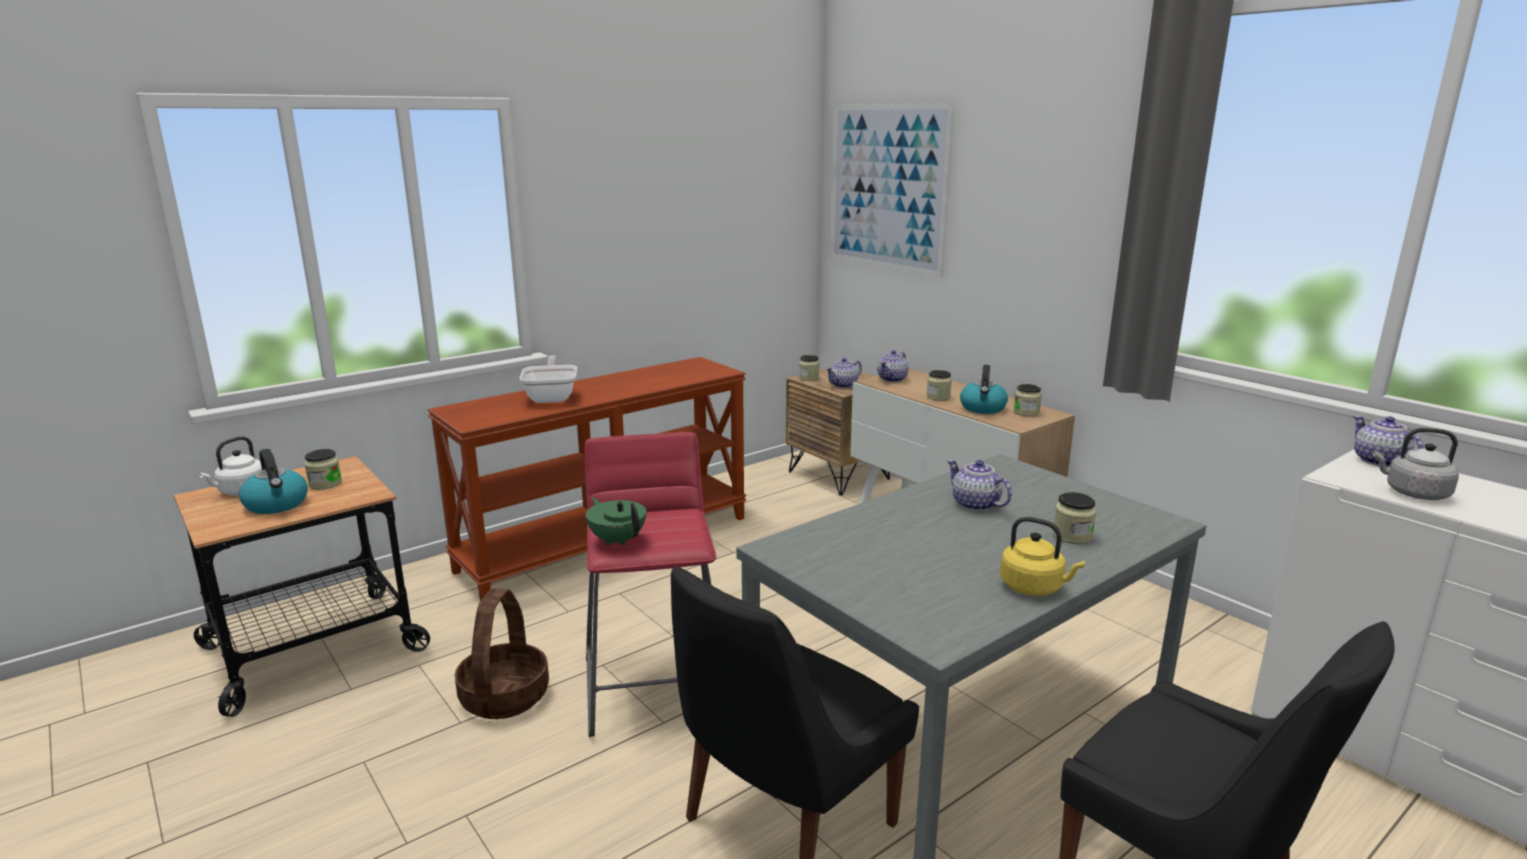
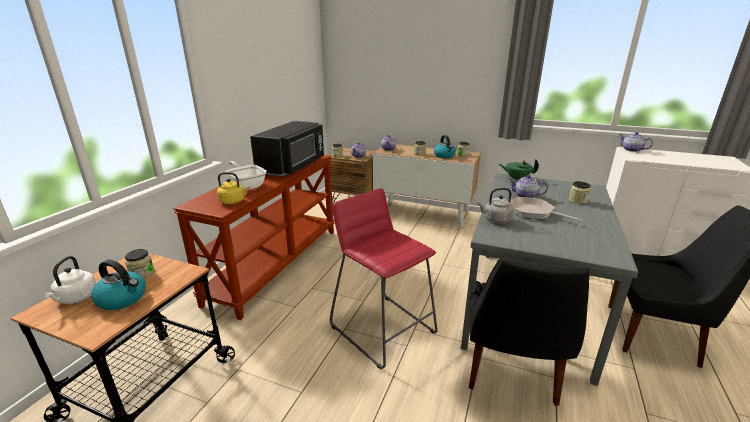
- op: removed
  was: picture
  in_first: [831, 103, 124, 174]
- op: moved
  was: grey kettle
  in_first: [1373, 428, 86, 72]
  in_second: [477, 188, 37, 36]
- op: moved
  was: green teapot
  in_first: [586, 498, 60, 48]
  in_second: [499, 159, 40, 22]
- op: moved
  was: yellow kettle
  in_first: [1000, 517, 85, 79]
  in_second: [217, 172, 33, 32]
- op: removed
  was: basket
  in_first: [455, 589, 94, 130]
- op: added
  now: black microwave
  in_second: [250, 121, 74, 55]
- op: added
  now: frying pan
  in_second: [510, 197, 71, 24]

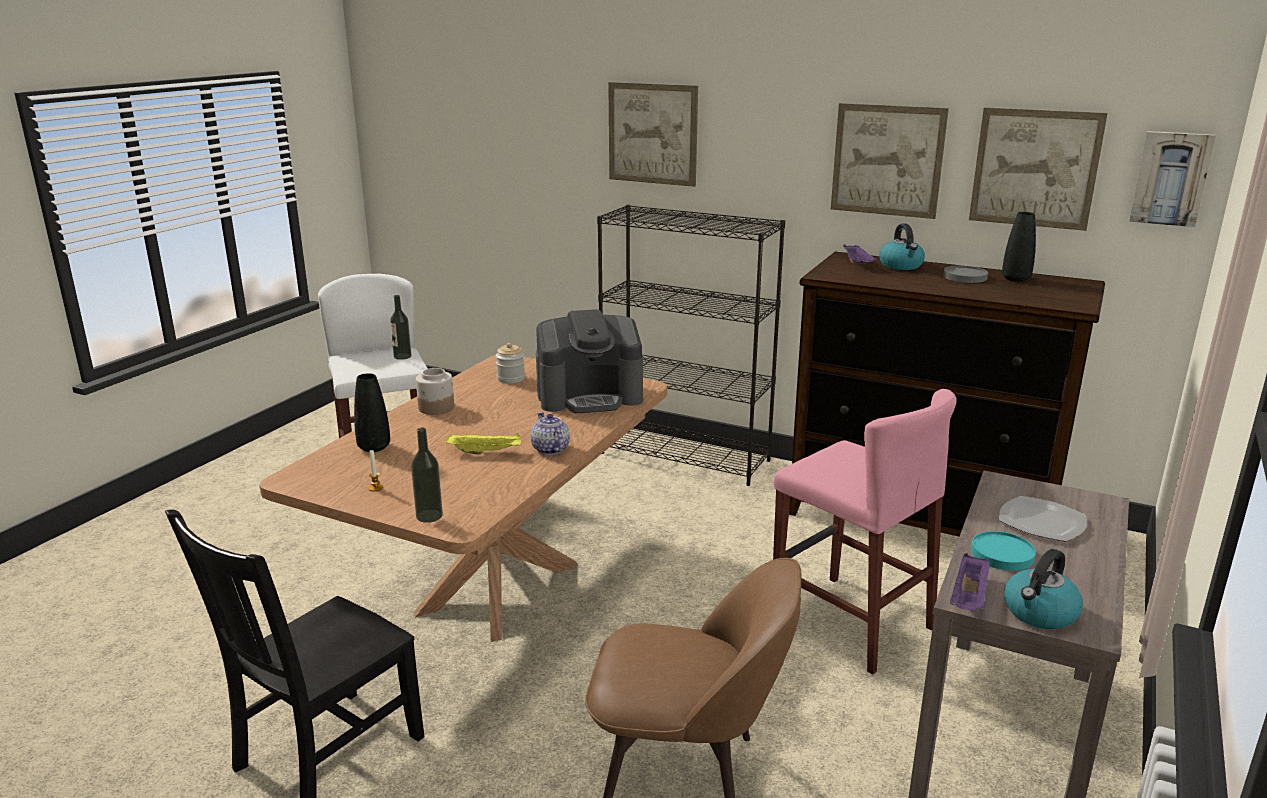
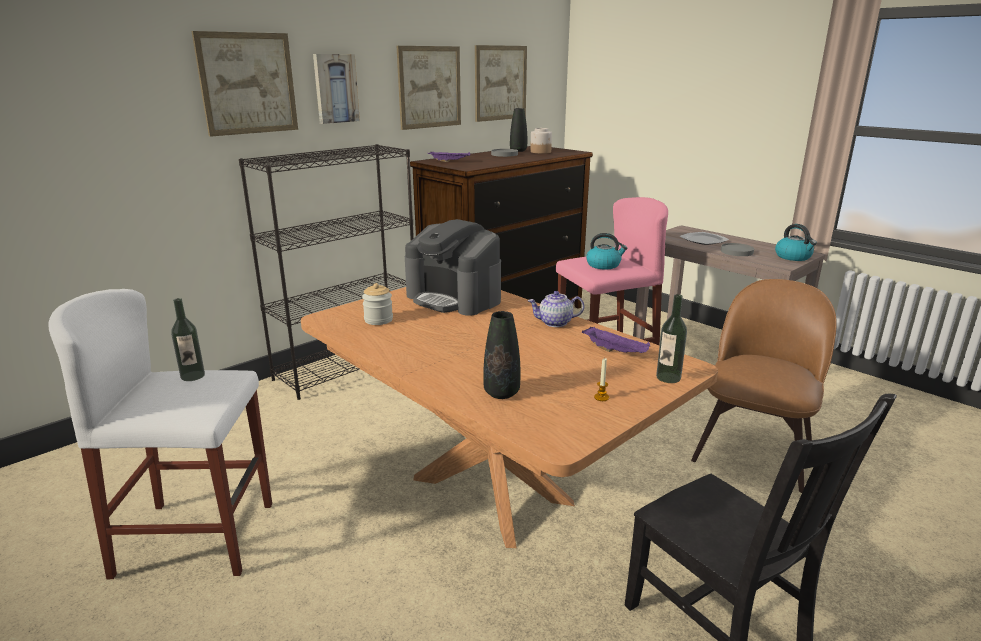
- op: moved
  was: picture
  in_first: [1129, 131, 87, 96]
  in_second: [313, 54, 47, 70]
- op: moved
  was: kettle
  in_first: [879, 223, 46, 47]
  in_second: [586, 233, 42, 36]
- op: turned
  was: coffee machine
  in_first: [536, 309, 107, 104]
  in_second: [405, 219, 96, 97]
  clockwise: 120
- op: moved
  was: jar
  in_first: [416, 368, 38, 47]
  in_second: [530, 128, 22, 26]
- op: removed
  was: yellow tray
  in_first: [446, 433, 75, 22]
- op: recoloured
  was: turquoise plate
  now: grey plate
  in_first: [971, 531, 65, 40]
  in_second: [721, 243, 33, 13]
- op: moved
  was: purple tray
  in_first: [950, 553, 40, 57]
  in_second: [582, 327, 68, 26]

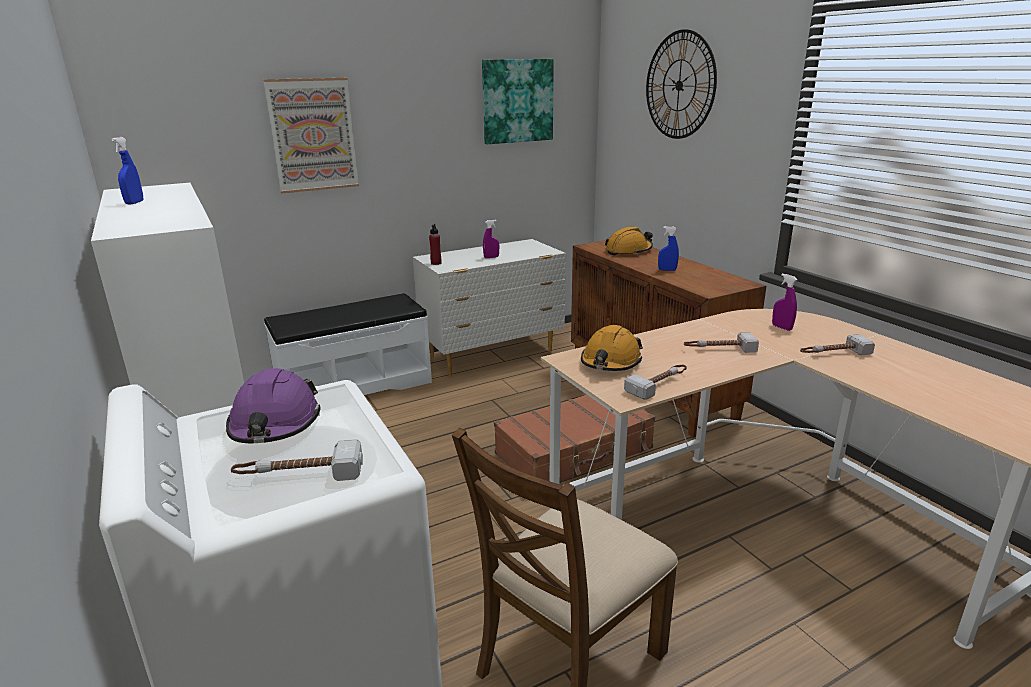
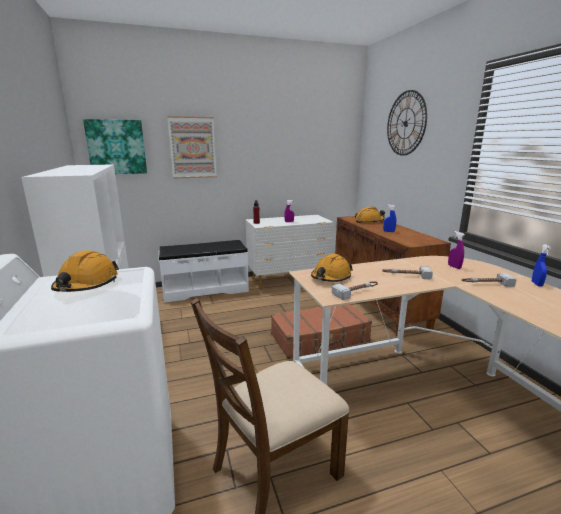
- op: moved
  was: picture
  in_first: [482, 59, 72, 85]
  in_second: [83, 119, 64, 55]
- op: moved
  was: blue spray bottle
  in_first: [111, 137, 32, 67]
  in_second: [532, 244, 19, 43]
- op: recoloured
  was: purple hard hat
  now: orange hard hat
  in_first: [226, 368, 95, 75]
  in_second: [51, 250, 68, 42]
- op: removed
  was: hammer
  in_first: [231, 439, 132, 42]

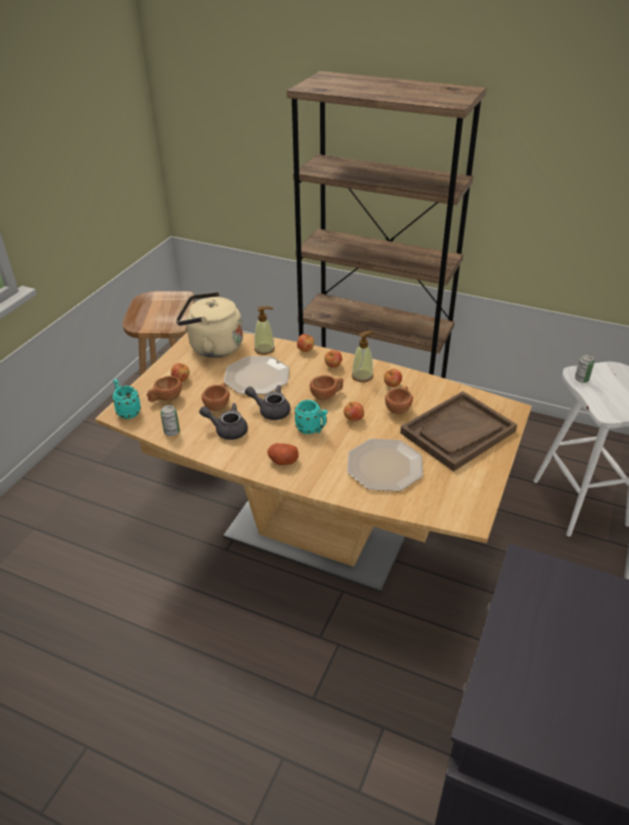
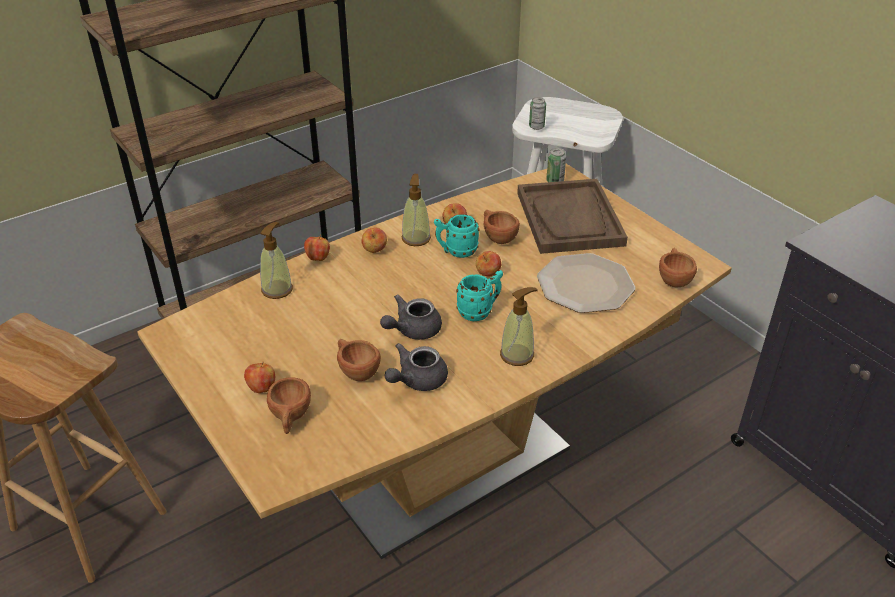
- op: removed
  was: beige kettle
  in_first: [176, 292, 67, 66]
- op: removed
  was: plate
  in_first: [224, 356, 65, 38]
- op: moved
  was: brown cup
  in_first: [310, 375, 33, 25]
  in_second: [659, 248, 38, 39]
- op: moved
  was: turquoise mug
  in_first: [112, 379, 29, 40]
  in_second: [434, 214, 46, 44]
- op: moved
  was: can
  in_first: [160, 405, 20, 31]
  in_second: [546, 148, 20, 34]
- op: replaced
  was: potato
  now: soap dispenser
  in_first: [267, 443, 32, 22]
  in_second: [500, 287, 38, 79]

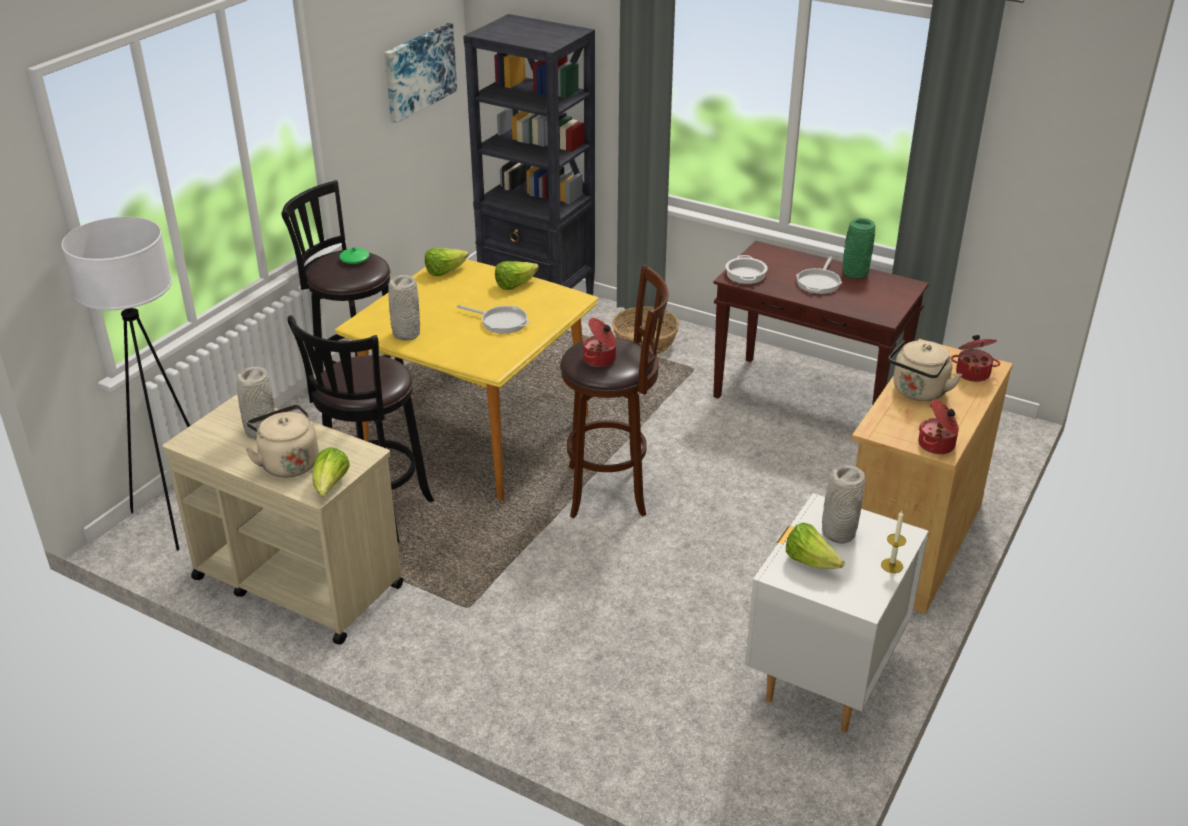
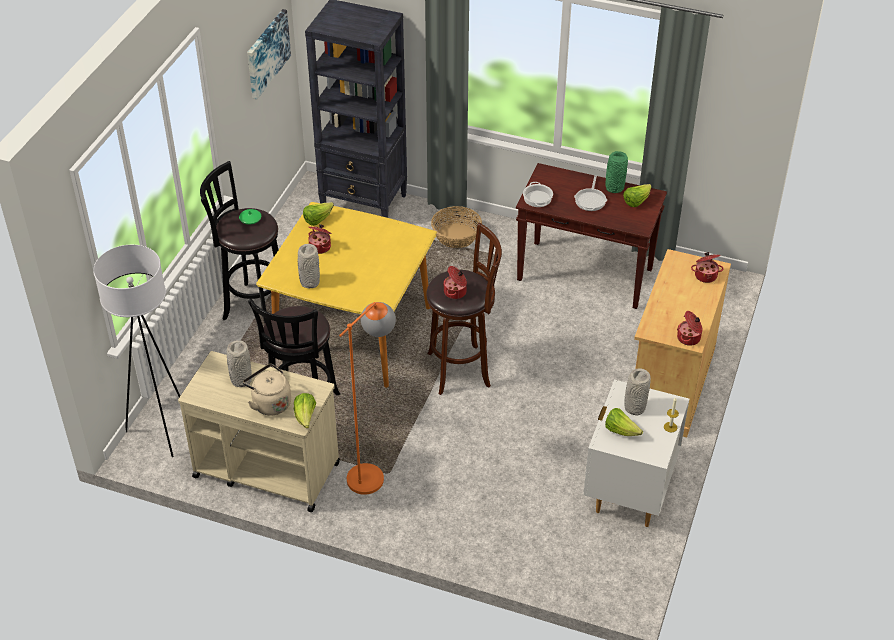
- op: moved
  was: lettuce
  in_first: [495, 261, 44, 29]
  in_second: [623, 184, 28, 23]
- op: removed
  was: frying pan
  in_first: [457, 305, 73, 29]
- op: removed
  was: beige kettle
  in_first: [889, 340, 73, 61]
- op: added
  now: cooking pot
  in_second: [308, 224, 24, 30]
- op: added
  now: orange floor lamp
  in_second: [339, 302, 57, 193]

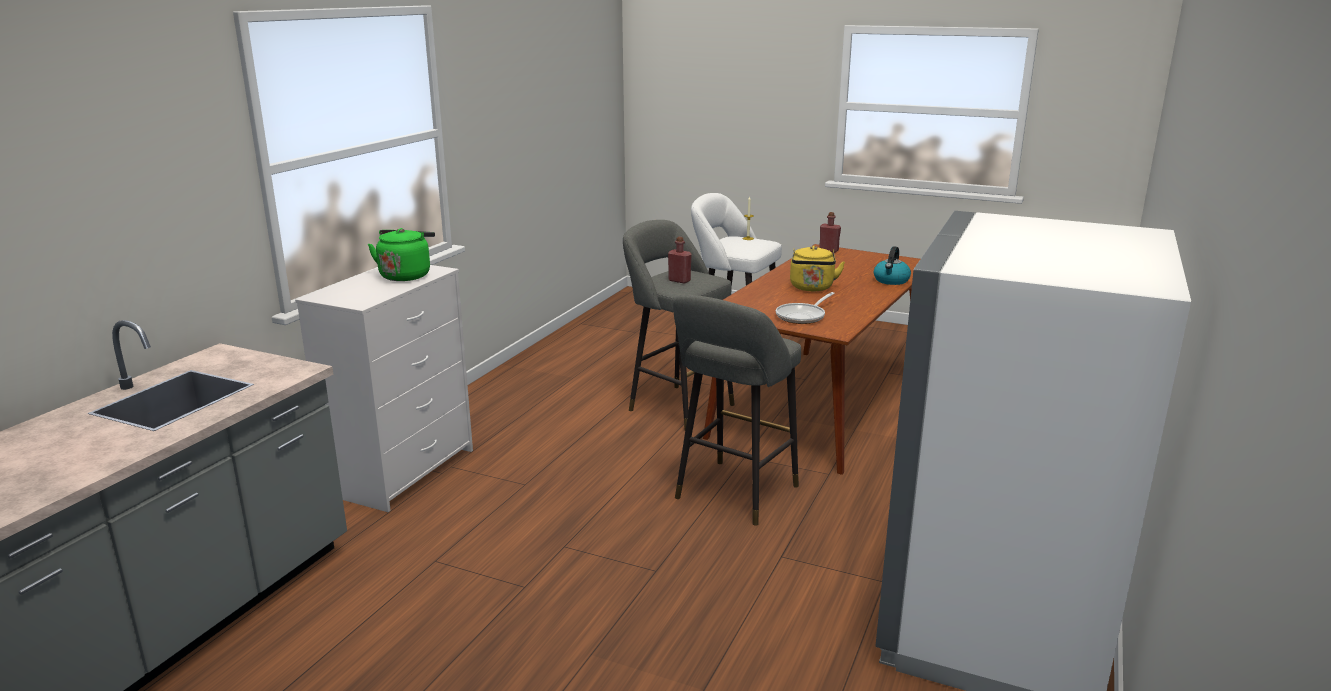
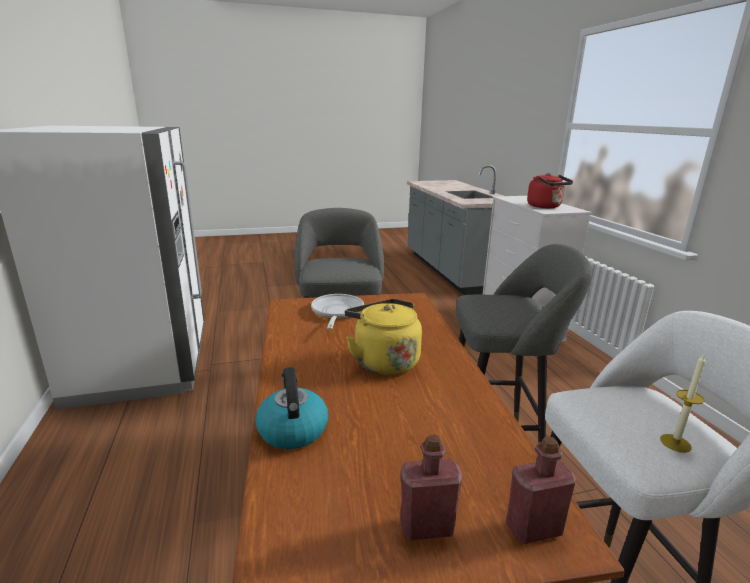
- op: recoloured
  was: green kettle
  now: red kettle
  in_first: [368, 228, 67, 53]
  in_second: [527, 173, 46, 35]
- op: moved
  was: red bottle
  in_first: [668, 237, 24, 46]
  in_second: [400, 435, 62, 106]

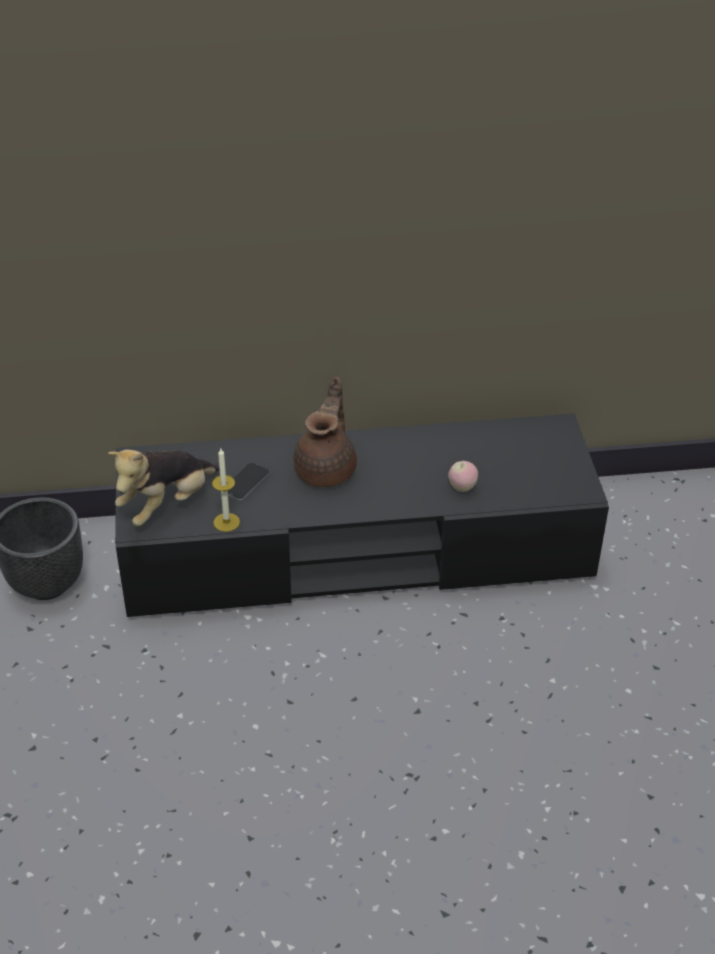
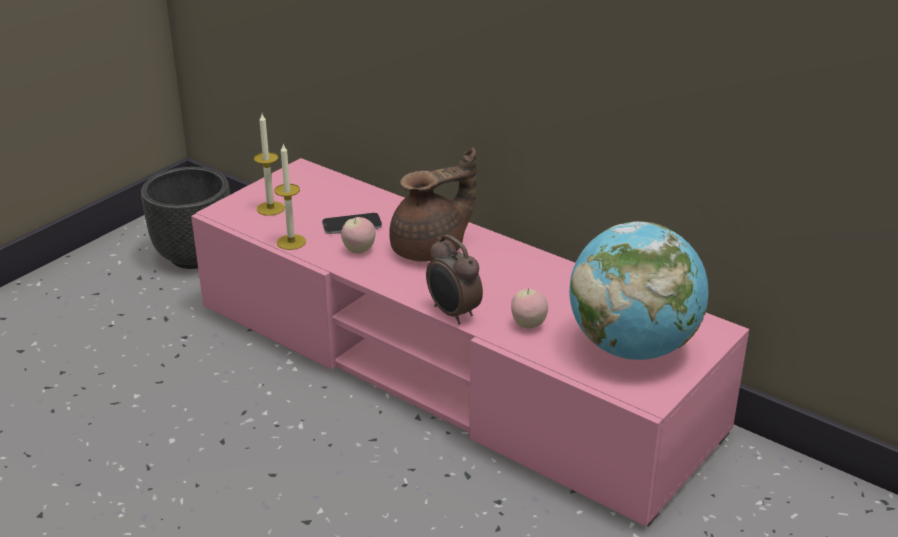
- op: recoloured
  was: black tv stand
  now: pink tv stand
  in_first: [115, 413, 494, 204]
  in_second: [191, 158, 558, 368]
- op: replaced
  was: plush toy
  now: candle
  in_first: [108, 449, 111, 77]
  in_second: [254, 114, 31, 102]
- op: added
  now: apple
  in_second: [341, 216, 35, 37]
- op: added
  now: globe
  in_second: [569, 221, 139, 139]
- op: added
  now: alarm clock
  in_second: [426, 235, 57, 89]

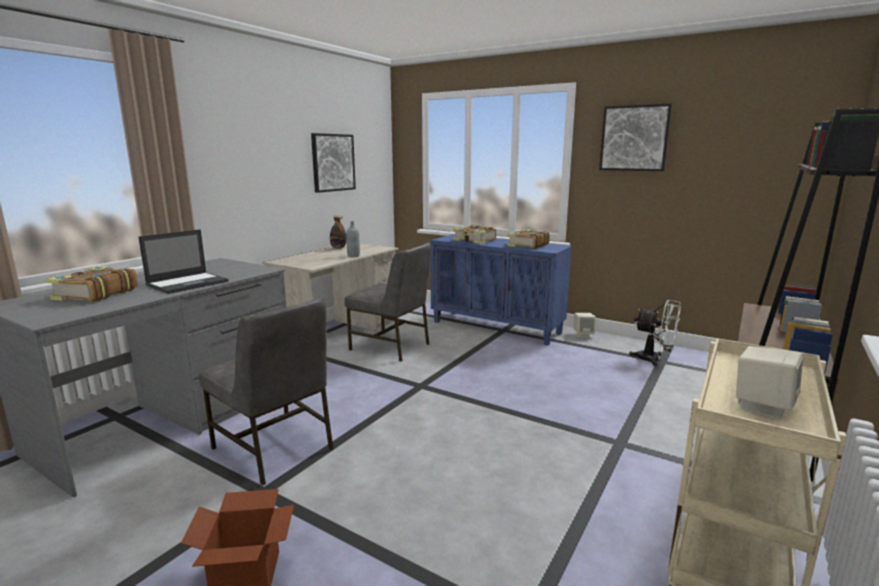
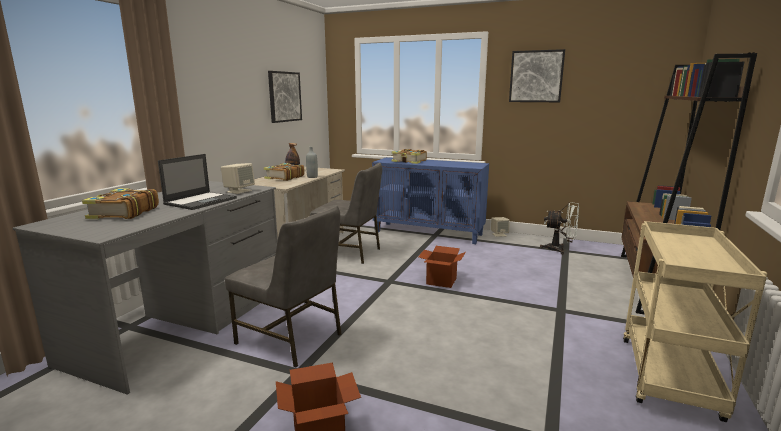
- op: moved
  was: book
  in_first: [507, 229, 43, 20]
  in_second: [264, 163, 41, 18]
- op: moved
  was: beige speaker
  in_first: [736, 346, 67, 74]
  in_second: [221, 163, 34, 31]
- op: added
  now: cardboard box
  in_second: [418, 246, 48, 42]

